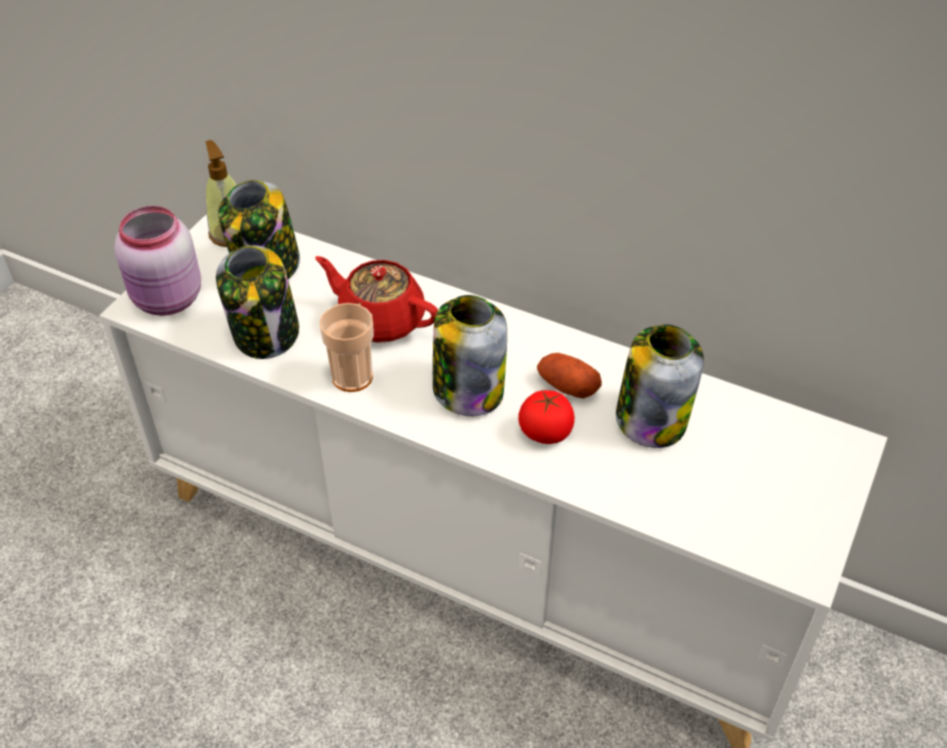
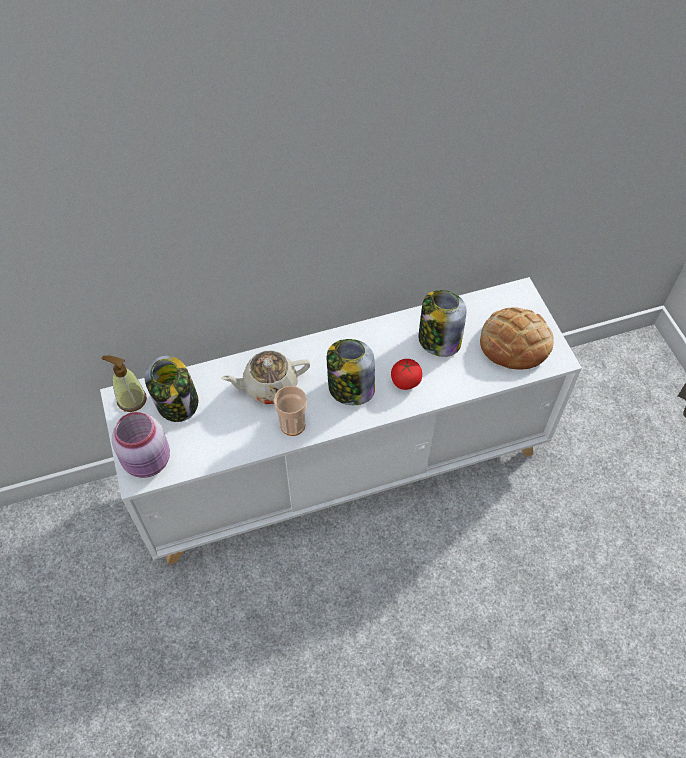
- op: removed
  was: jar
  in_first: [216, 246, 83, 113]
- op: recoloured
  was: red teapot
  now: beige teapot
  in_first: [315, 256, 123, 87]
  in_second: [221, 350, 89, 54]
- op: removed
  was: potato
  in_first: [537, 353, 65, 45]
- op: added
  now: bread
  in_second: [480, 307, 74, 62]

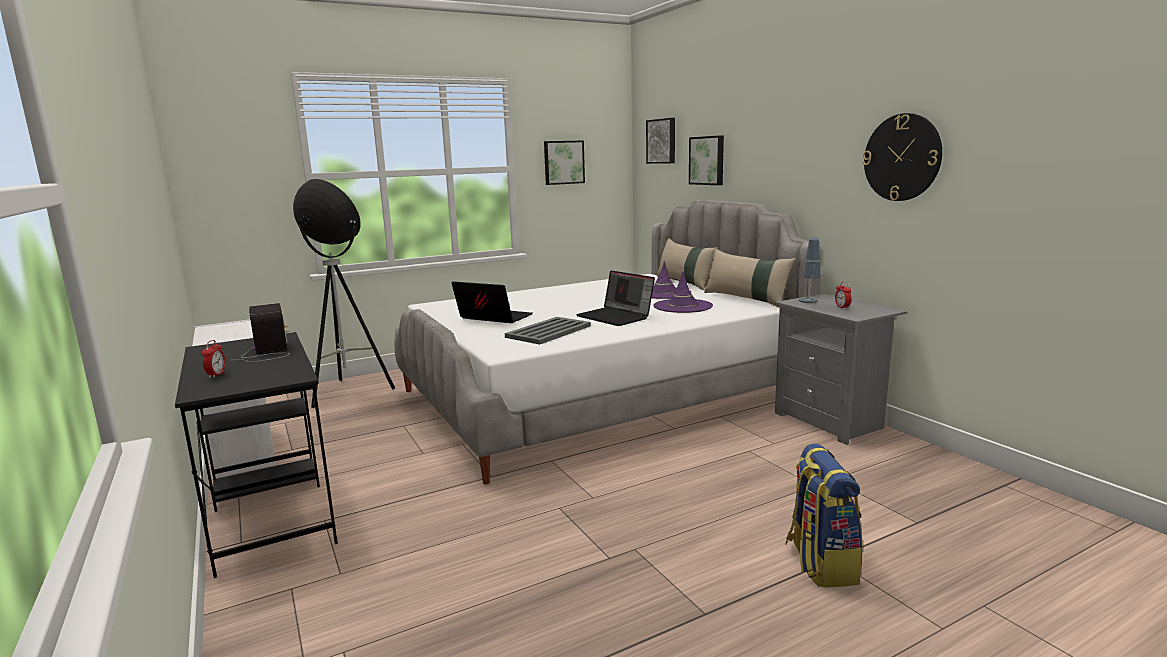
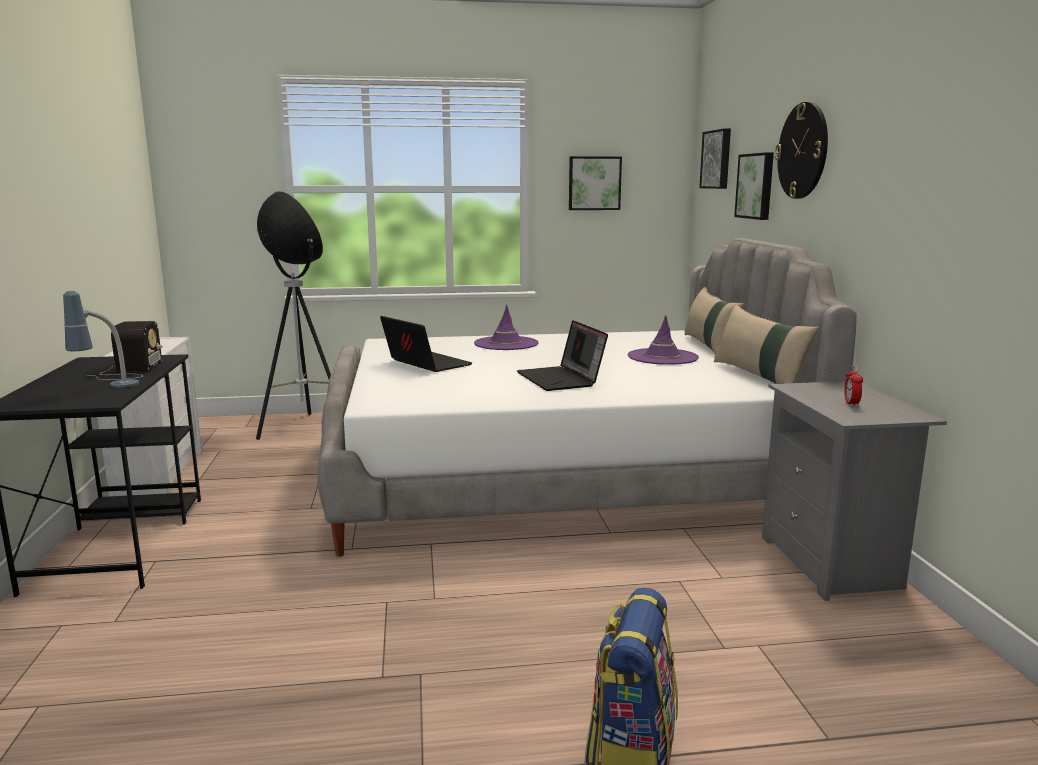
- op: moved
  was: wall clock
  in_first: [863, 113, 79, 88]
  in_second: [775, 102, 53, 97]
- op: moved
  was: table lamp
  in_first: [799, 237, 22, 66]
  in_second: [63, 291, 76, 97]
- op: moved
  was: purple hat
  in_first: [654, 271, 59, 42]
  in_second: [474, 305, 65, 45]
- op: removed
  was: grey tray
  in_first: [505, 317, 86, 28]
- op: removed
  was: alarm clock
  in_first: [202, 340, 23, 38]

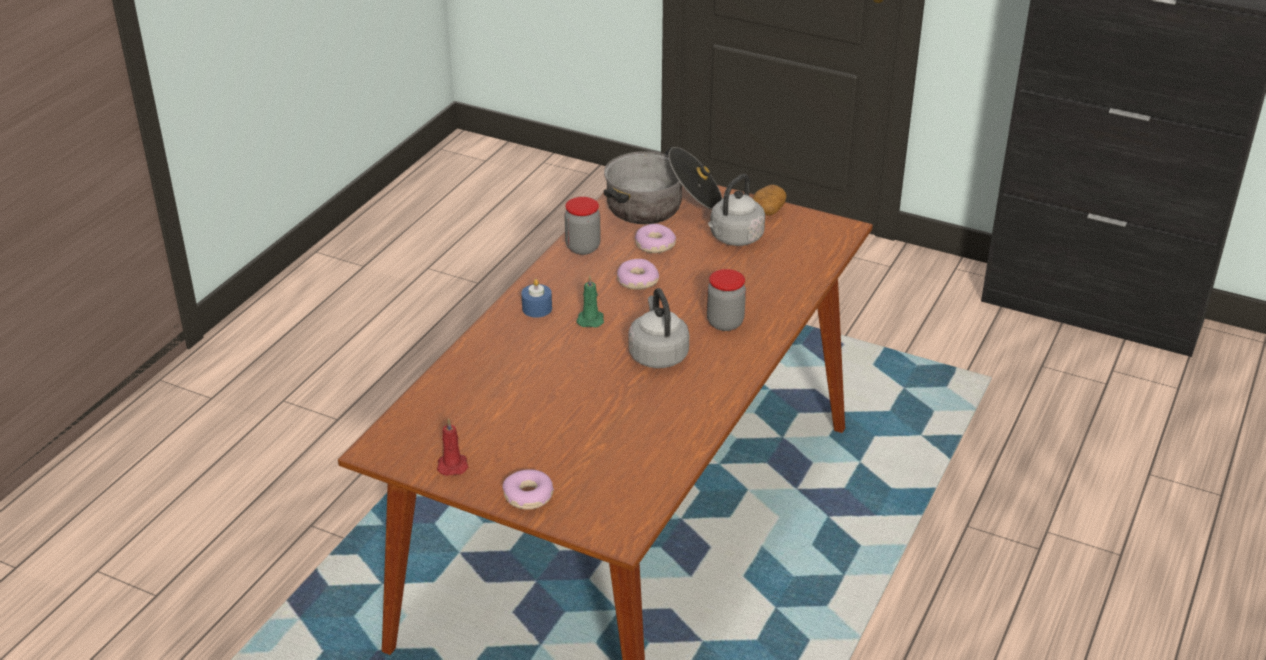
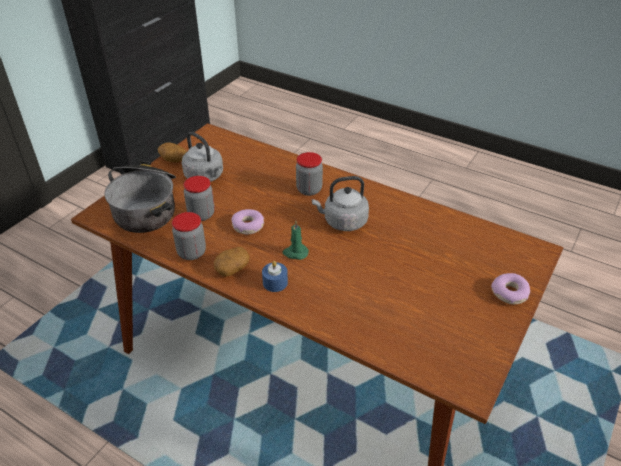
- op: replaced
  was: donut
  now: jar
  in_first: [635, 224, 41, 29]
  in_second: [183, 176, 32, 45]
- op: removed
  was: red candle
  in_first: [437, 418, 31, 58]
- op: added
  now: potato
  in_second: [214, 247, 36, 30]

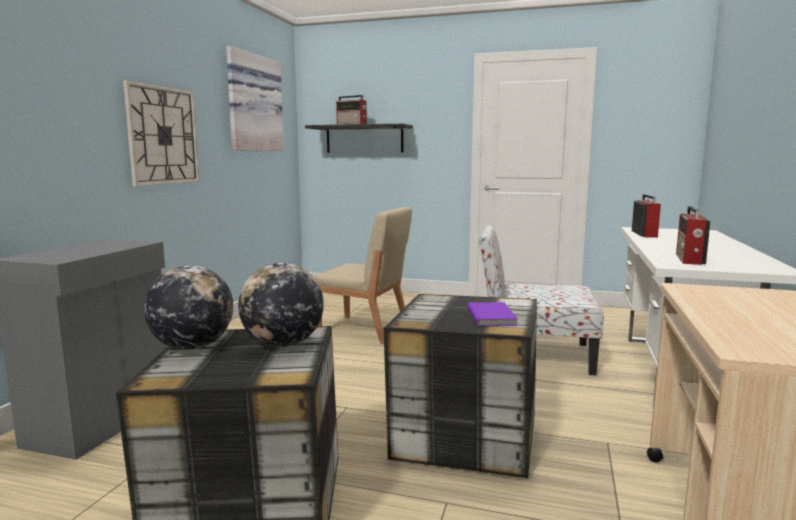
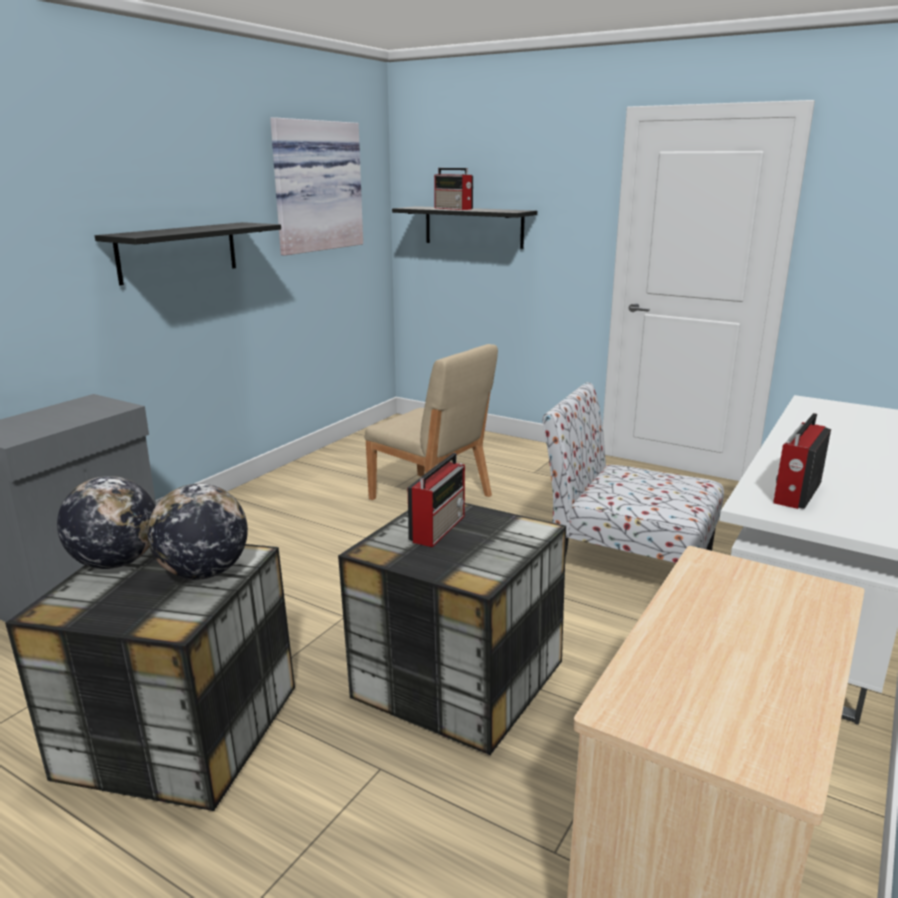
- op: replaced
  was: wall clock
  now: black shelf
  in_first: [123, 80, 77, 106]
  in_second: [95, 222, 186, 64]
- op: moved
  was: radio
  in_first: [632, 194, 29, 44]
  in_second: [408, 453, 57, 94]
- op: removed
  was: purple book
  in_first: [467, 302, 51, 24]

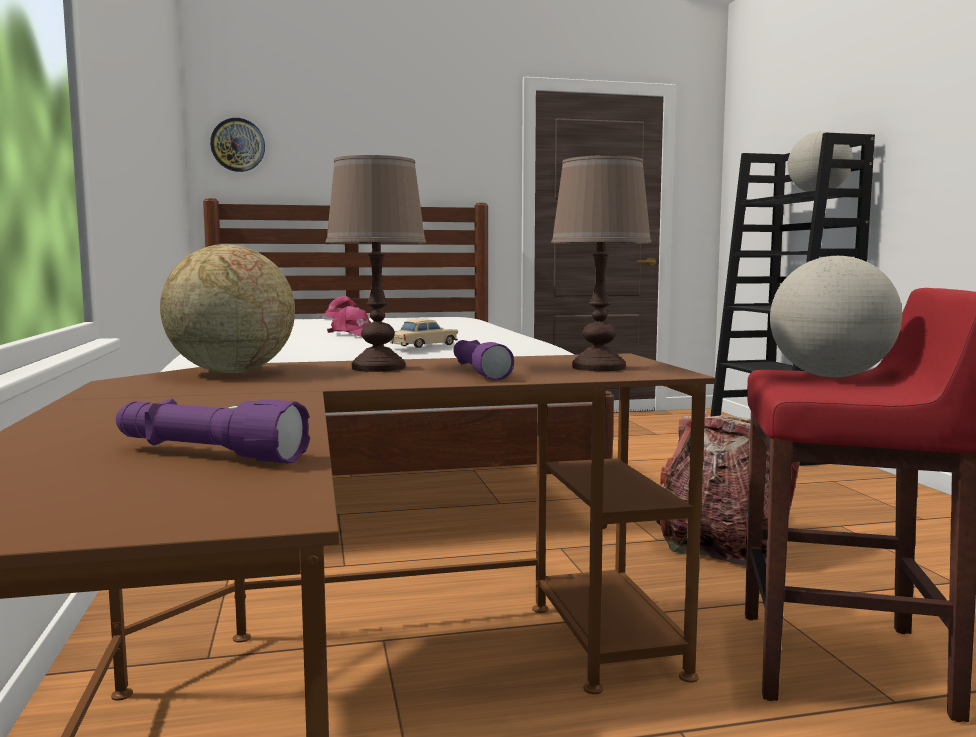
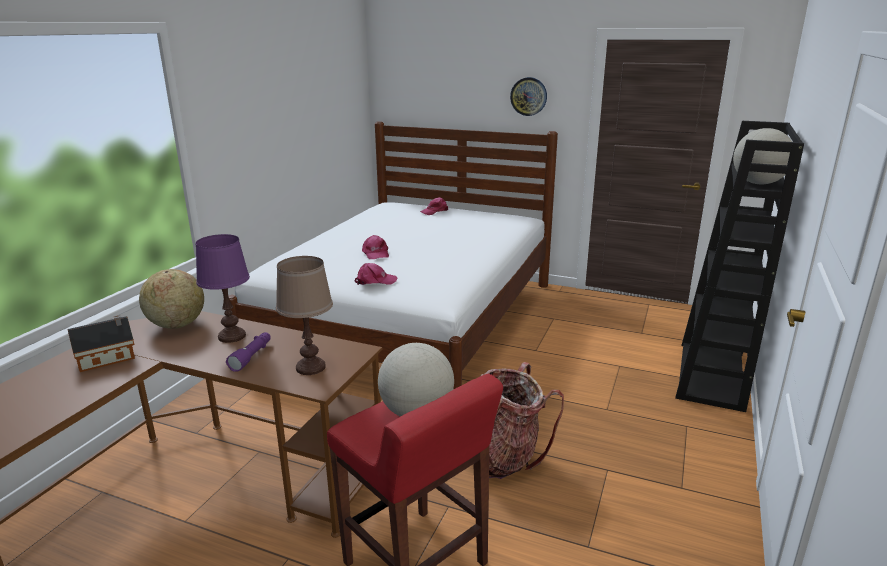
- op: moved
  was: wall clock
  in_first: [210, 118, 55, 54]
  in_second: [510, 77, 37, 39]
- op: recoloured
  was: brown table lamp
  now: purple table lamp
  in_first: [326, 155, 100, 217]
  in_second: [195, 234, 55, 109]
- op: replaced
  was: beige toy car
  now: pink cap
  in_first: [390, 319, 68, 29]
  in_second: [355, 263, 42, 22]
- op: removed
  was: purple flashlight
  in_first: [116, 399, 194, 64]
- op: added
  now: toy house
  in_second: [67, 315, 68, 57]

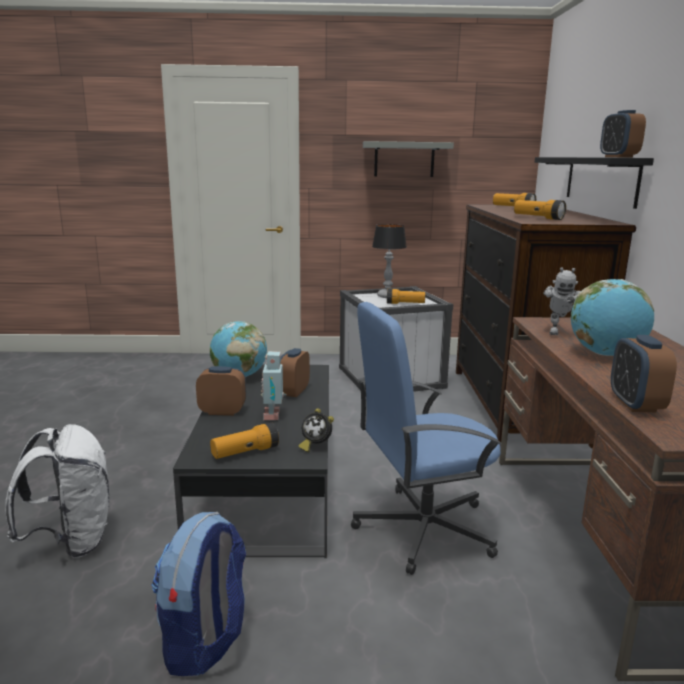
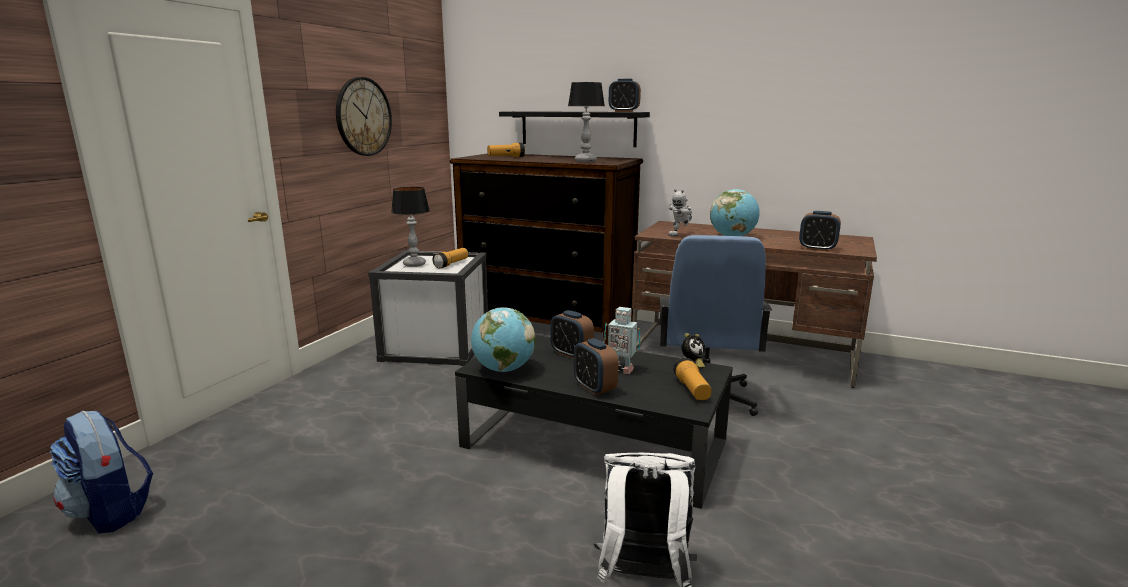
- op: replaced
  was: grey shelf
  now: wall clock
  in_first: [363, 141, 91, 36]
  in_second: [336, 77, 56, 79]
- op: replaced
  was: flashlight
  now: table lamp
  in_first: [514, 200, 52, 20]
  in_second: [568, 82, 37, 80]
- op: turned
  was: toy robot
  in_first: [543, 267, 38, 68]
  in_second: [668, 189, 24, 47]
  clockwise: 90
- op: turned
  was: alarm clock
  in_first: [196, 366, 50, 50]
  in_second: [574, 338, 44, 57]
  clockwise: -60
- op: moved
  was: backpack
  in_first: [151, 512, 95, 164]
  in_second: [50, 411, 103, 123]

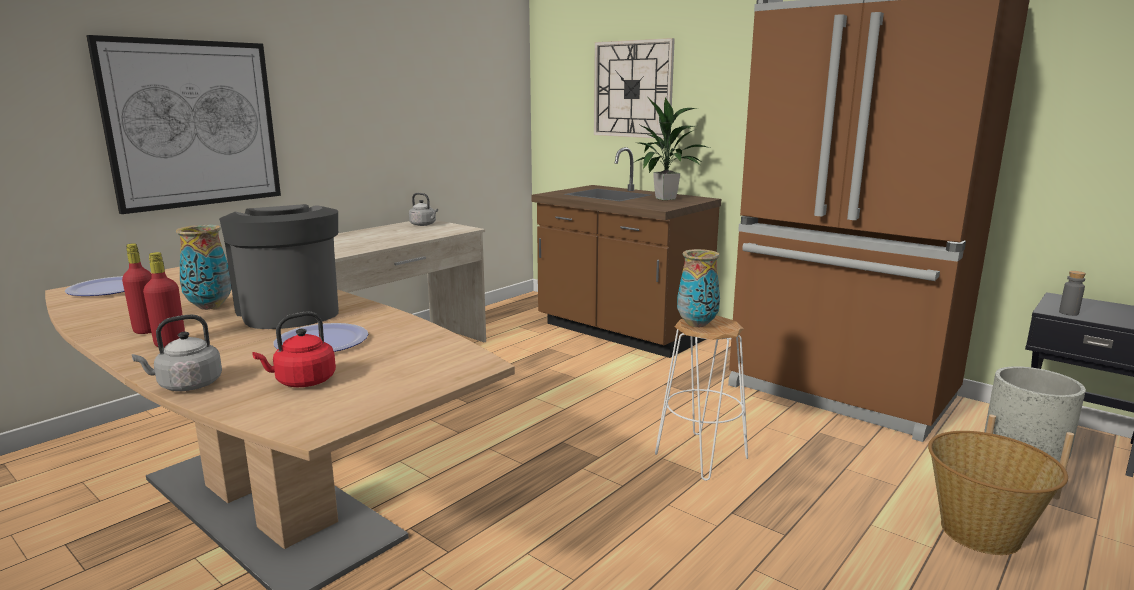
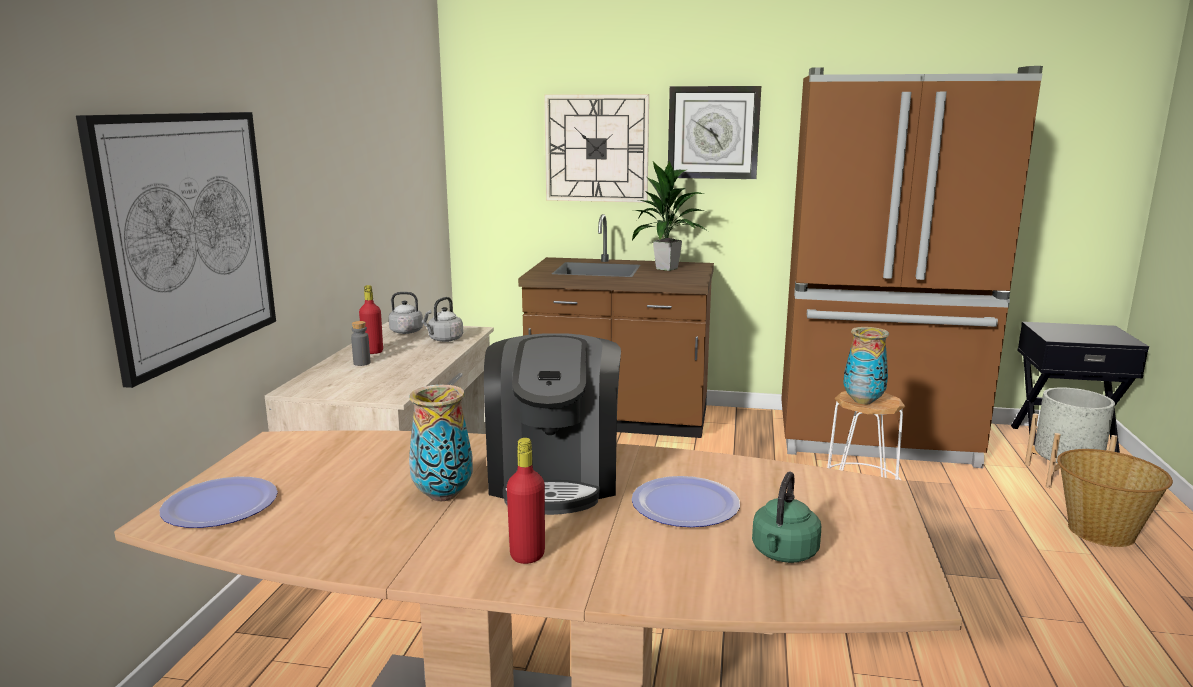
- op: turned
  was: coffee machine
  in_first: [219, 204, 120, 125]
  in_second: [484, 333, 137, 182]
  clockwise: -120
- op: moved
  was: red bottle
  in_first: [122, 243, 30, 91]
  in_second: [359, 285, 24, 69]
- op: moved
  was: grey bottle
  in_first: [1059, 271, 27, 45]
  in_second: [351, 321, 19, 45]
- op: recoloured
  was: red kettle
  now: green kettle
  in_first: [252, 311, 84, 76]
  in_second: [752, 472, 69, 91]
- op: moved
  was: grey kettle
  in_first: [132, 314, 90, 77]
  in_second: [424, 297, 39, 45]
- op: added
  now: wall clock
  in_second: [668, 86, 93, 93]

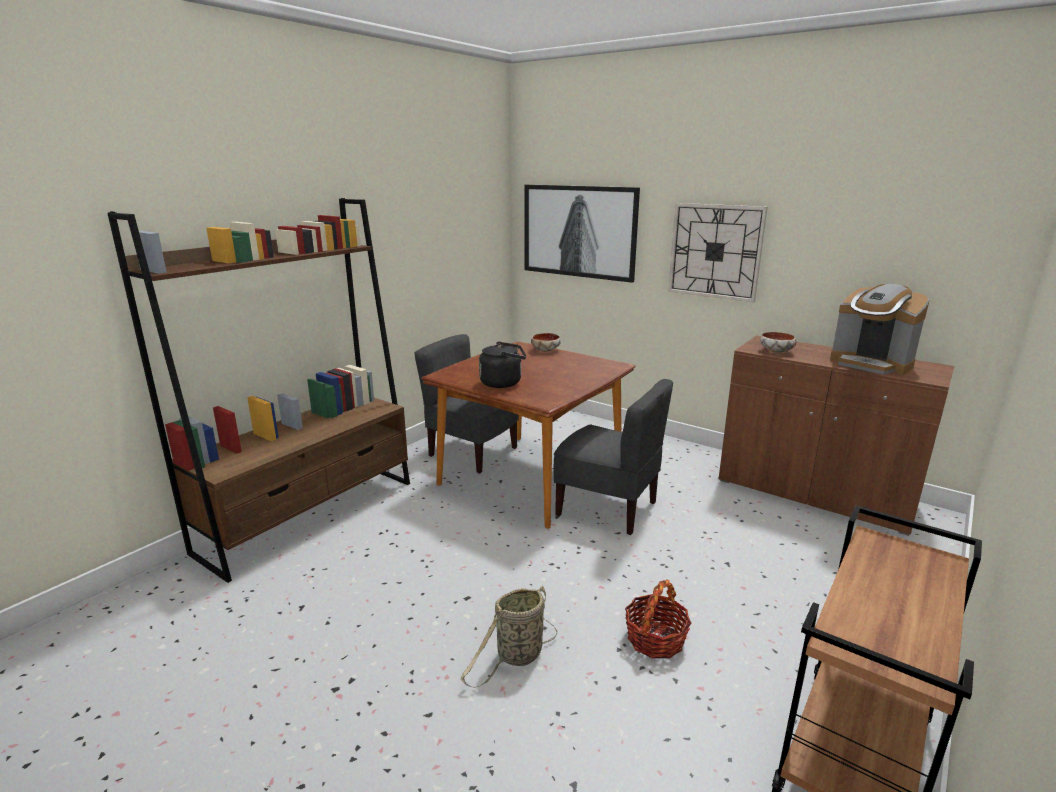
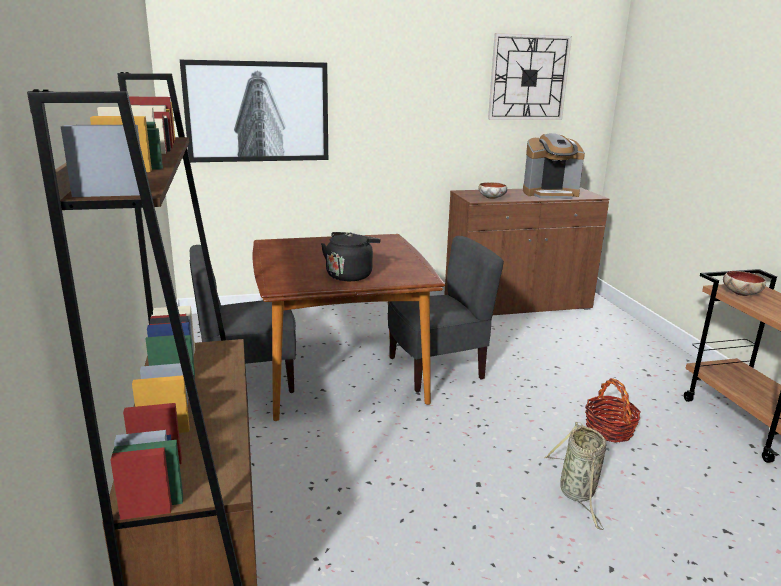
- op: moved
  was: wall clock
  in_first: [668, 203, 100, 99]
  in_second: [488, 33, 84, 87]
- op: moved
  was: bowl
  in_first: [531, 333, 30, 19]
  in_second: [723, 271, 43, 25]

